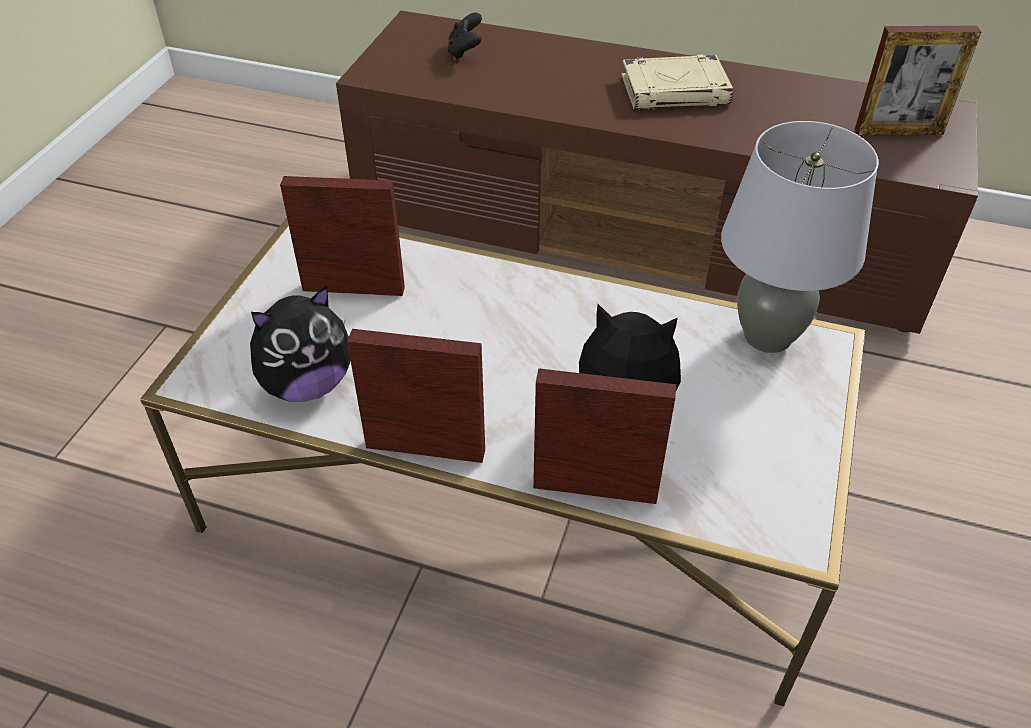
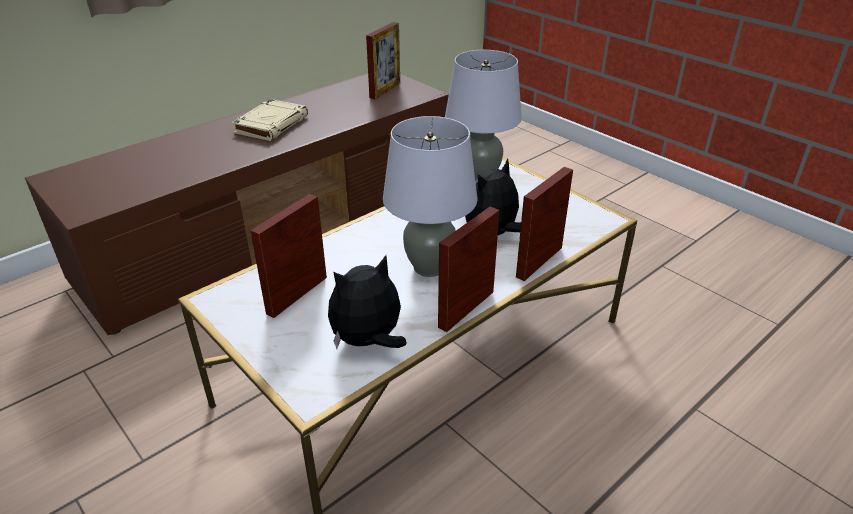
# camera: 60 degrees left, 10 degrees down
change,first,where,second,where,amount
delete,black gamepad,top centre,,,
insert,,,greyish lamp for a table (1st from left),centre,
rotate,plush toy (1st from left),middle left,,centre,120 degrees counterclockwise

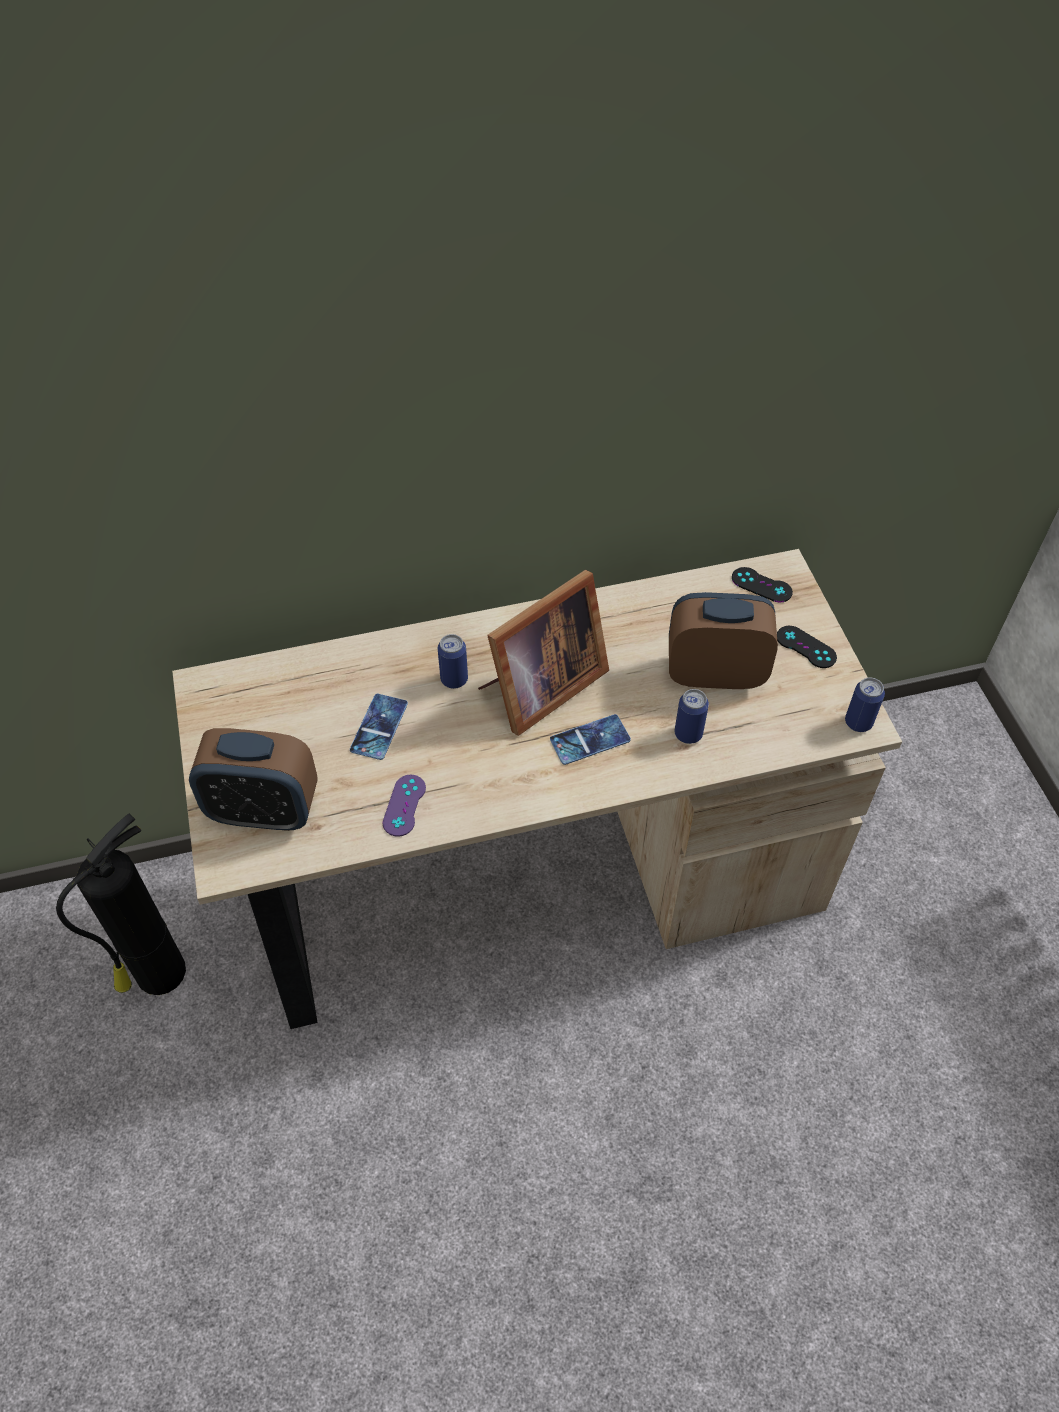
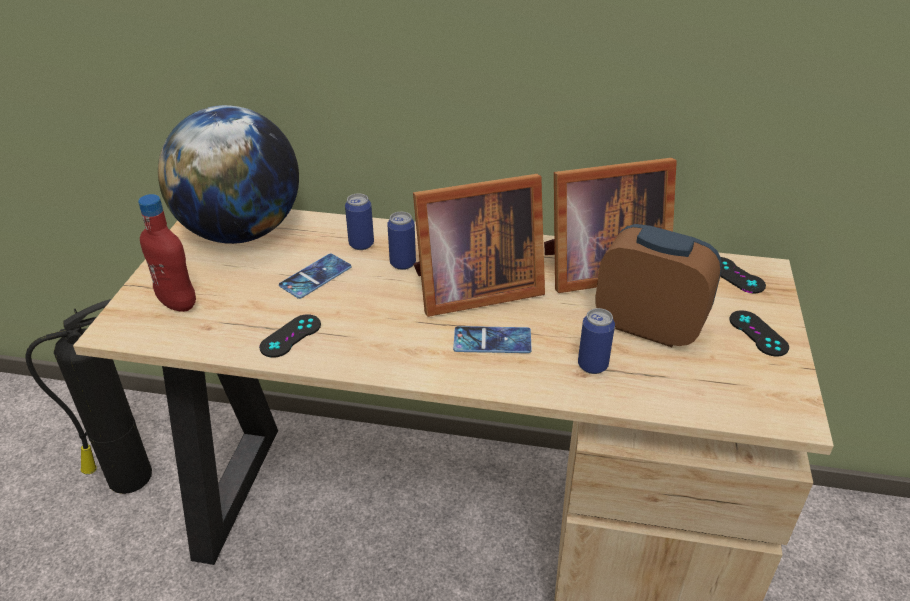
# camera: 25 degrees right, 15 degrees down
change,first,where,second,where,amount
insert,,,desk globe,top left,
insert,,,picture frame (2nd from left),middle right,
move,metal can (3rd from left in the first image),middle right,metal can (1st from left),centre,
replace,table clock (1st from left),middle left,red-coloured drink bottle,middle left,
recolor,purple-coloured gamepad,centre,black gamepad (1st from left),middle left,

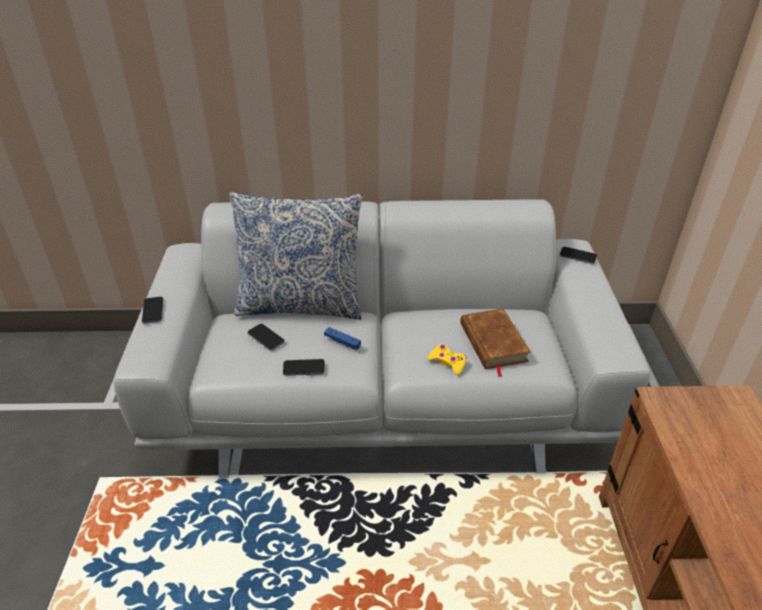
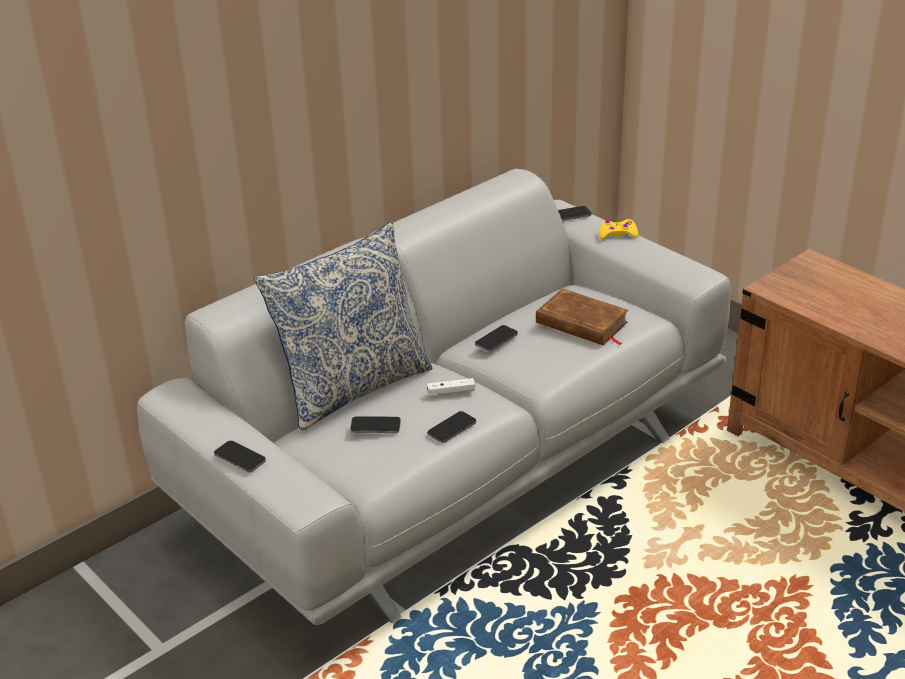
# camera: 40 degrees left, 5 degrees down
change,first,where,second,where,amount
insert,,,phone (4th from left),centre,
move,yellow gamepad,centre,,middle right,
recolor,blue gamepad,centre,white gamepad,centre,

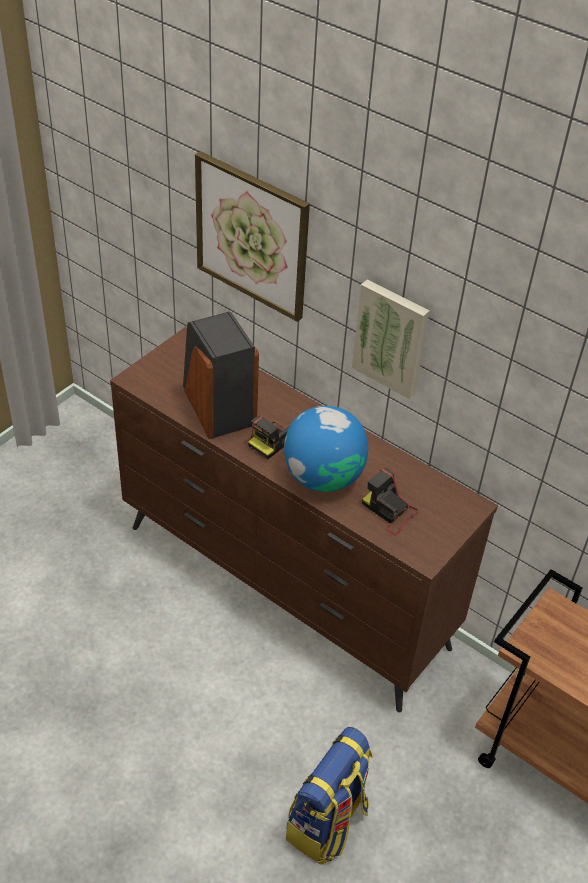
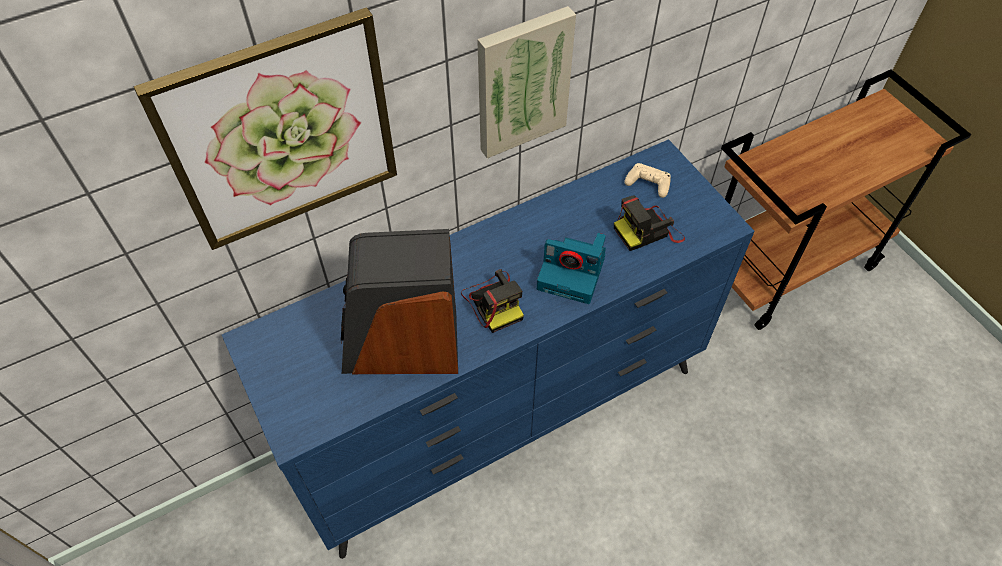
# camera: 65 degrees left, 10 degrees up
change,first,where,second,where,amount
delete,rucksack,bottom centre,,,
insert,,,beige-coloured gamepad,top centre,
replace,desk globe,centre,still camera (2nd from left),centre,
recolor,brown-coloured dresser,centre,blue dresser,centre,

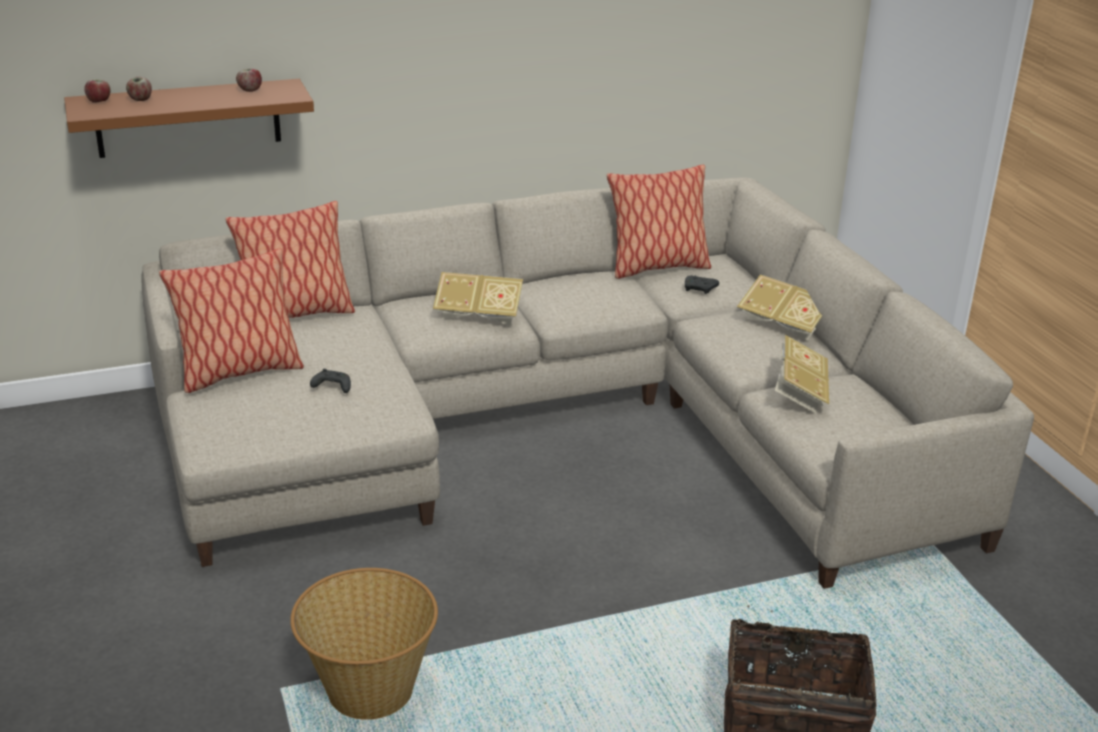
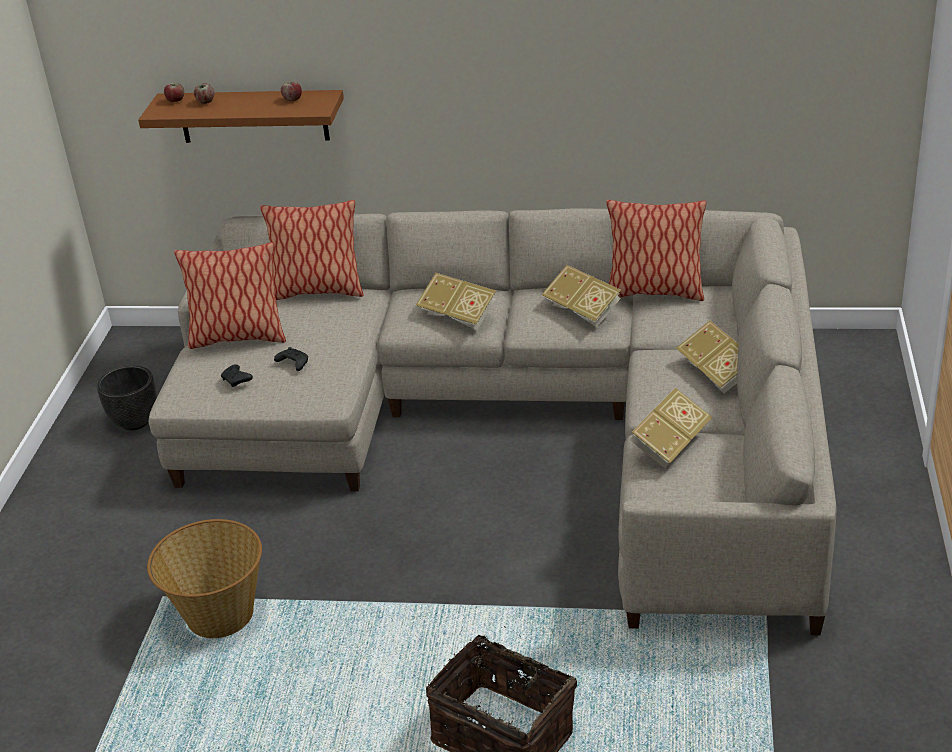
# camera: 30 degrees right, 5 degrees up
change,first,where,second,where,amount
insert,,,black flower pot,middle left,
insert,,,book (2nd from left),centre,
move,black gamepad (2nd from left in the first image),centre,black gamepad (1st from left),middle left,

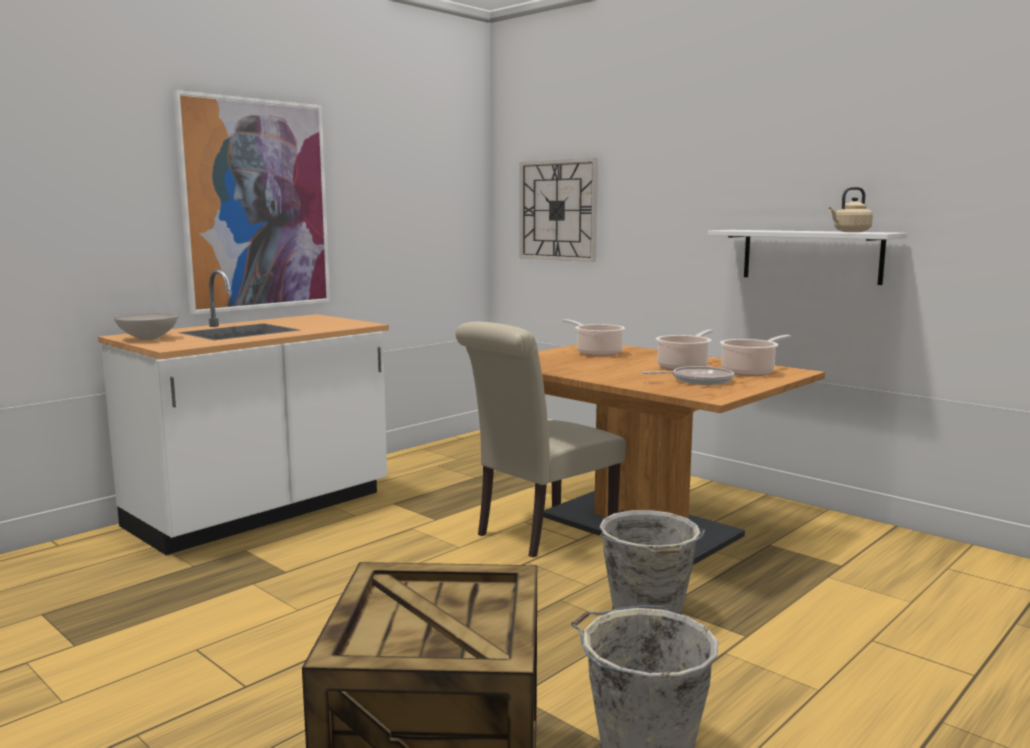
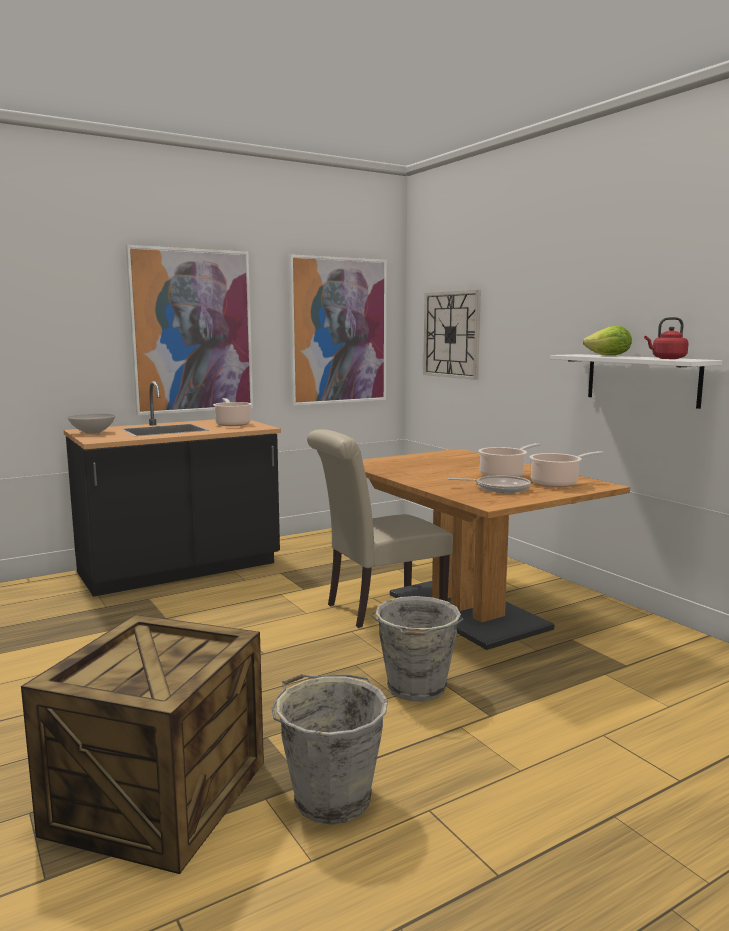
# camera: 15 degrees right, 0 degrees up
change,first,where,second,where,amount
insert,,,picture (2nd from left),centre,
insert,,,lettuce,middle right,
move,saucepot (1st from left),centre,,middle left,
recolor,white counter,middle left,black counter,middle left,
recolor,beige-coloured kettle,top right,red-coloured kettle,middle right,

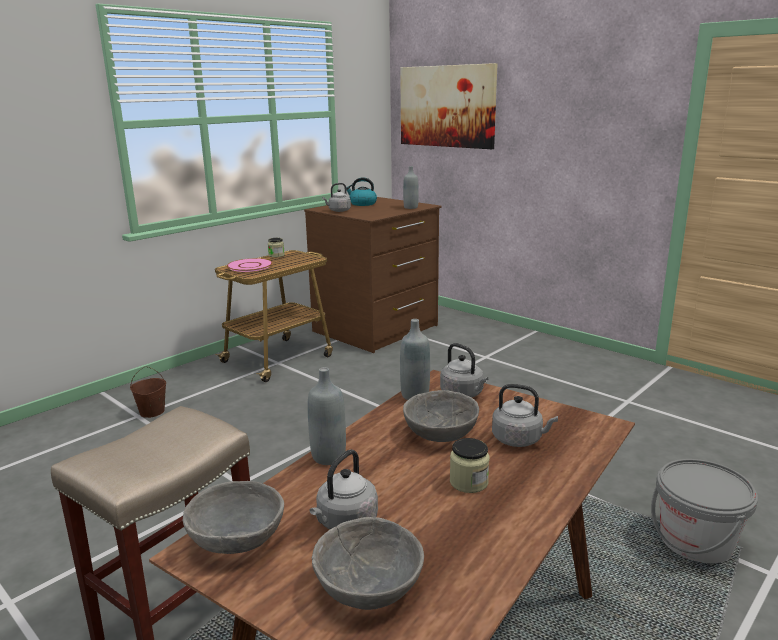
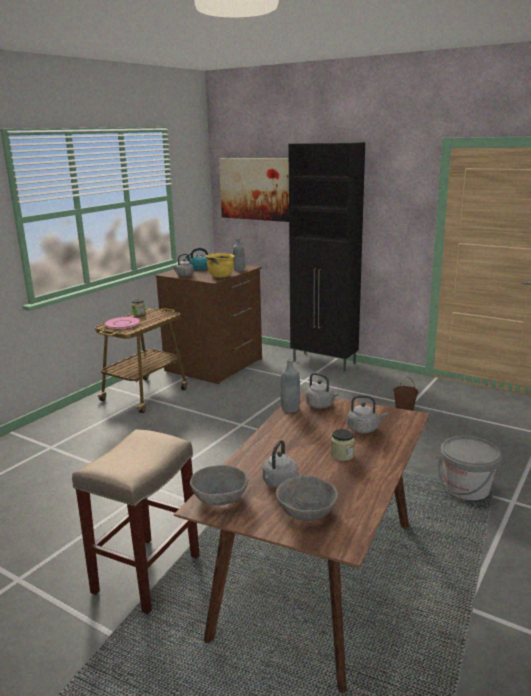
# camera: 10 degrees left, 0 degrees up
change,first,where,second,where,amount
delete,greyish drink bottle (1st from left),centre,,,
delete,greyish deep dish (3rd from left),centre,,,
insert,,,yellow saucepot,centre,
insert,,,black cupboard,centre,
move,brown-coloured pail,middle left,,middle right,

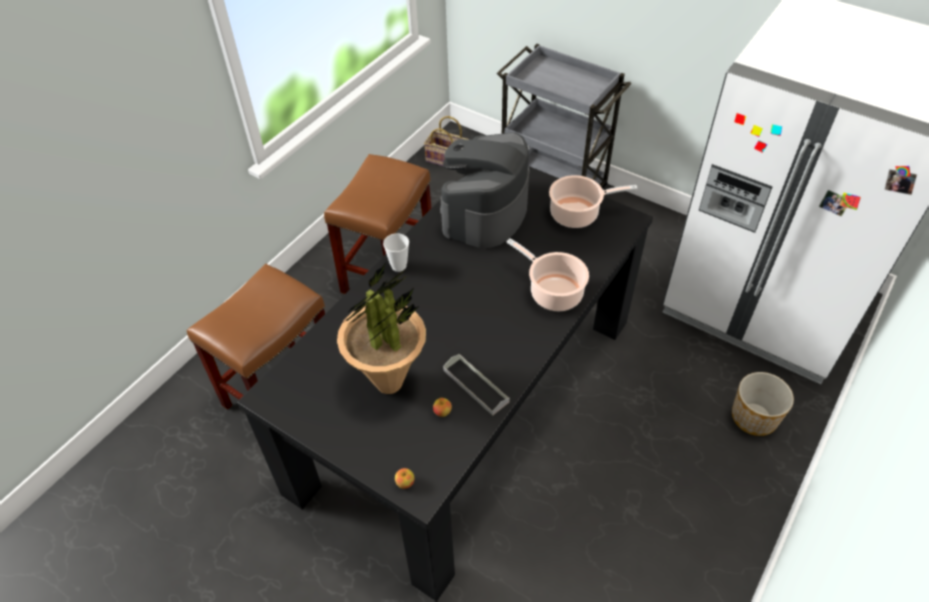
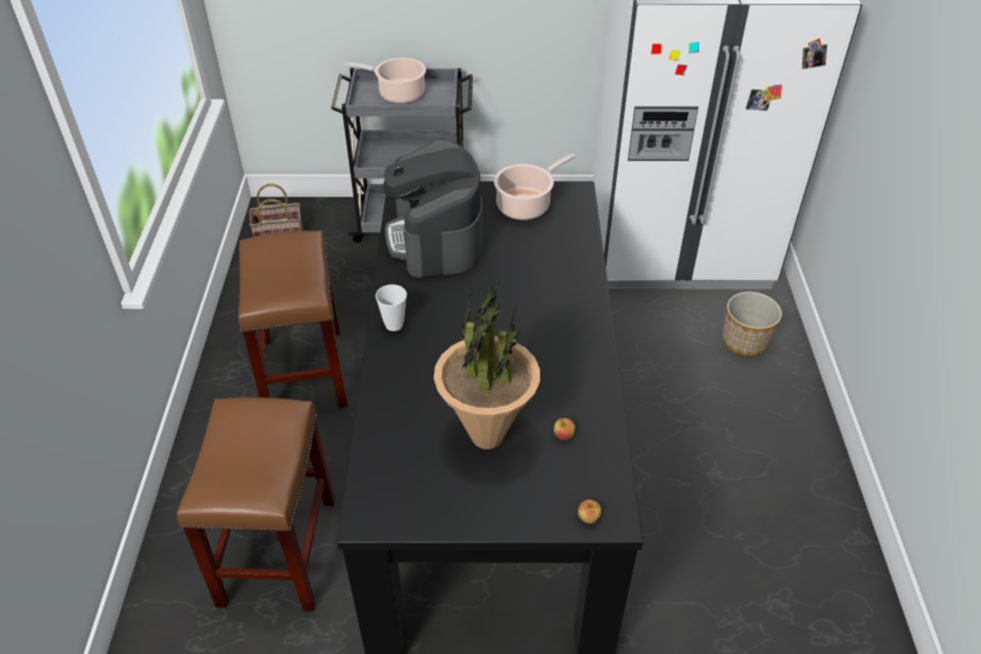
# camera: 35 degrees left, 5 degrees down
change,first,where,second,where,amount
delete,greyish carrying tray,centre,,,
move,saucepot (1st from left),centre,,top centre,

